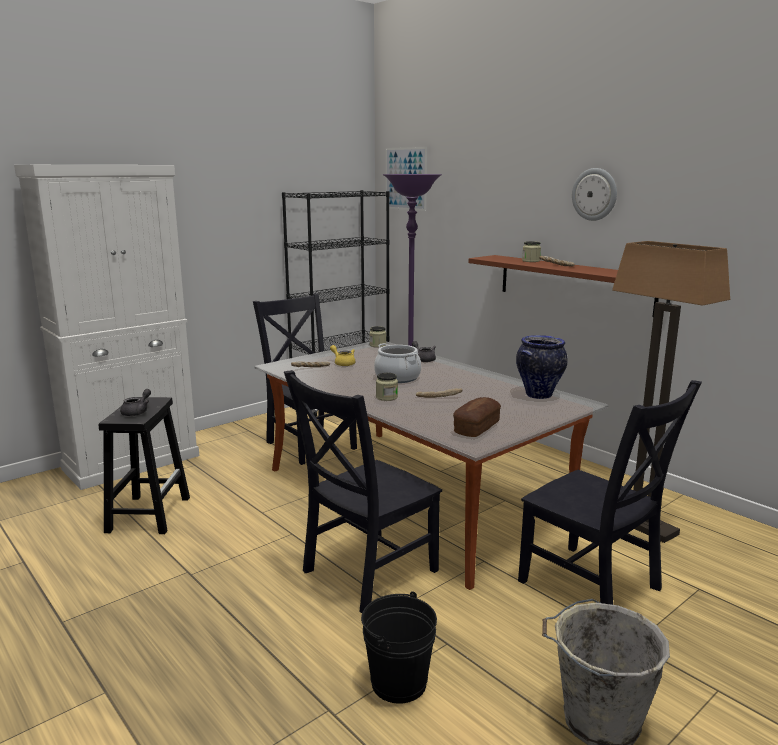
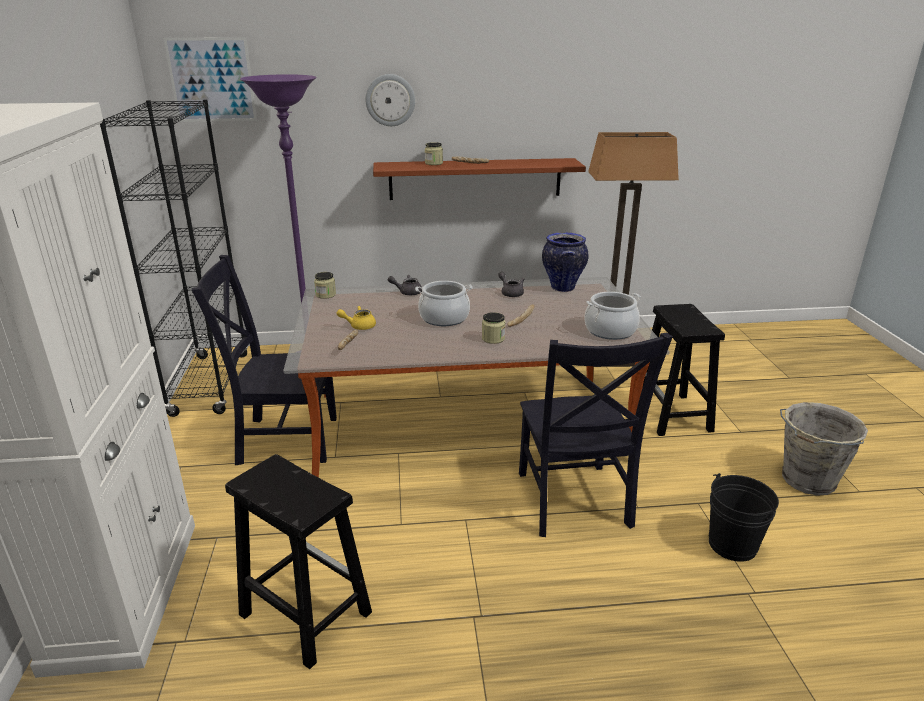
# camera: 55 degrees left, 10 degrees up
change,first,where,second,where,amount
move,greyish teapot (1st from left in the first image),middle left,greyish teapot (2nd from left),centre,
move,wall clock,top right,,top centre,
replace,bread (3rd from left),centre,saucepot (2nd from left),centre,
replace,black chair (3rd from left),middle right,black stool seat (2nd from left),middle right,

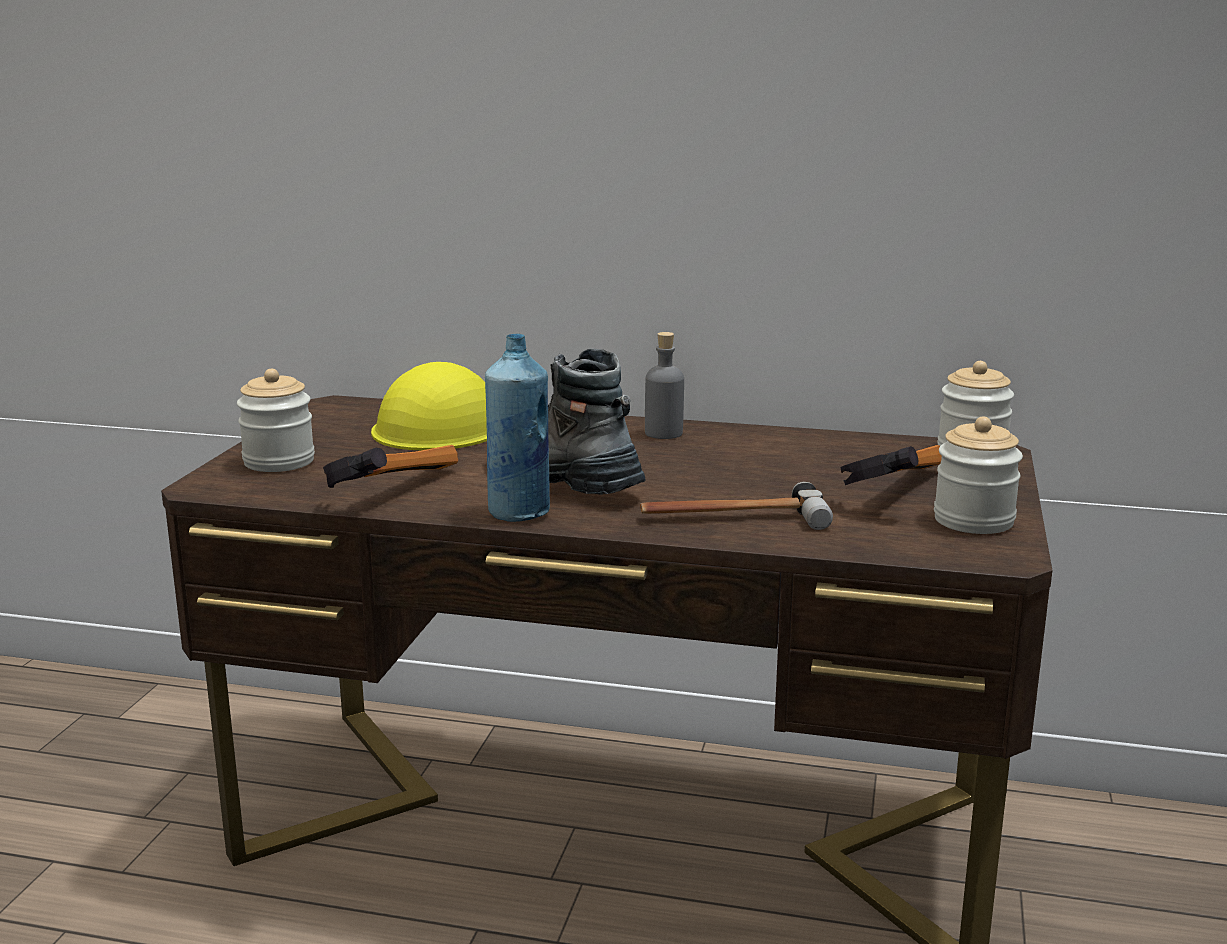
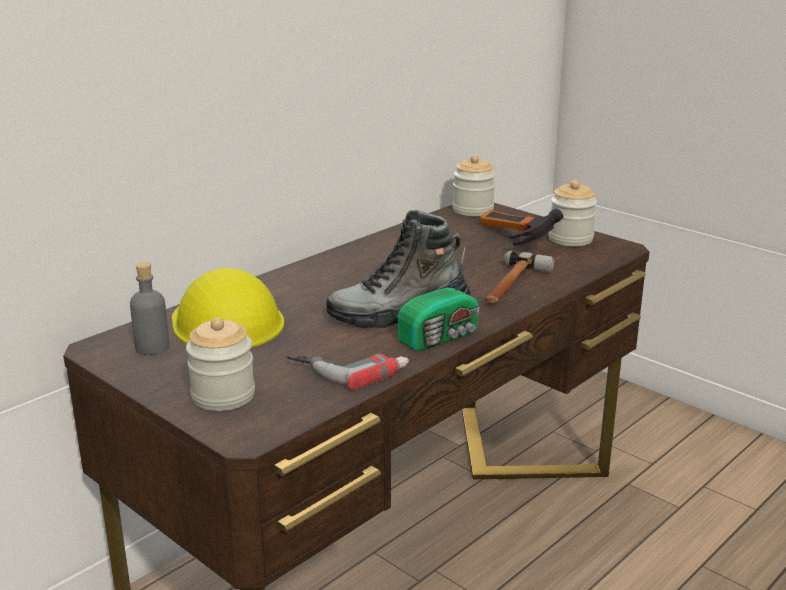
# camera: 60 degrees left, 5 degrees up
change,first,where,second,where,amount
move,greyish drink bottle,centre,,middle left,
replace,hammer (1st from left),middle left,electric drill,centre,
replace,blue drink bottle,centre,radio set,centre,

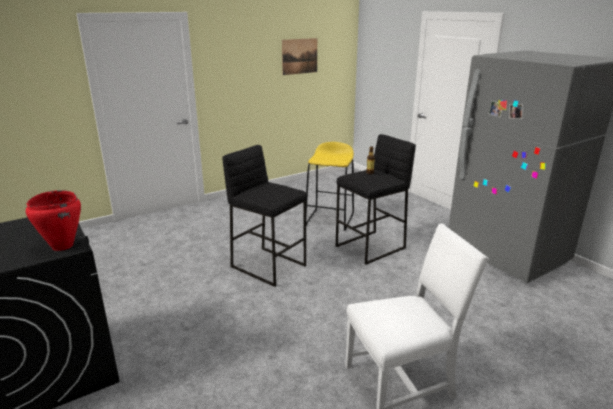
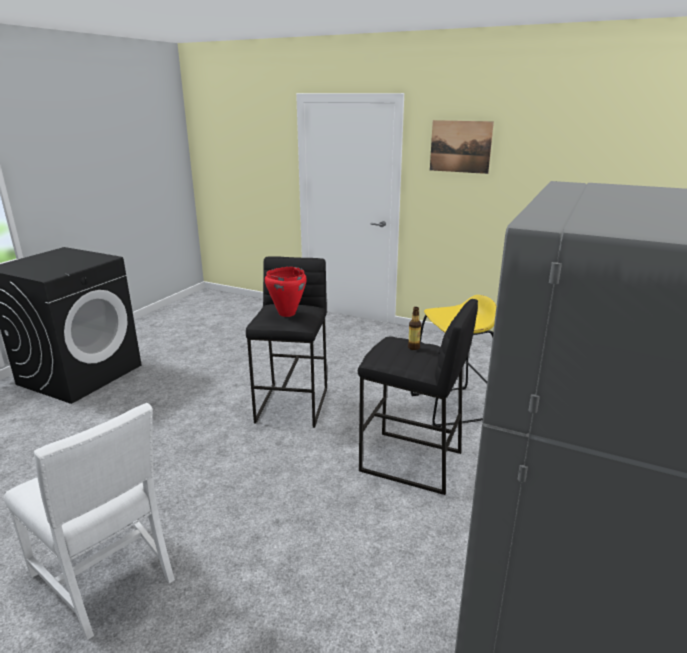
# camera: 60 degrees right, 0 degrees up
change,first,where,second,where,amount
move,red-coloured saucepot,middle left,,centre,
move,picture,top centre,,top right,

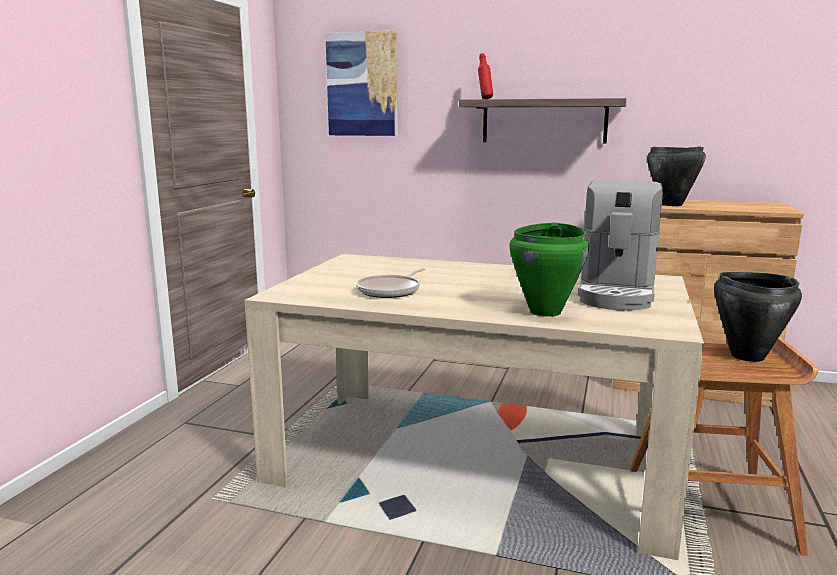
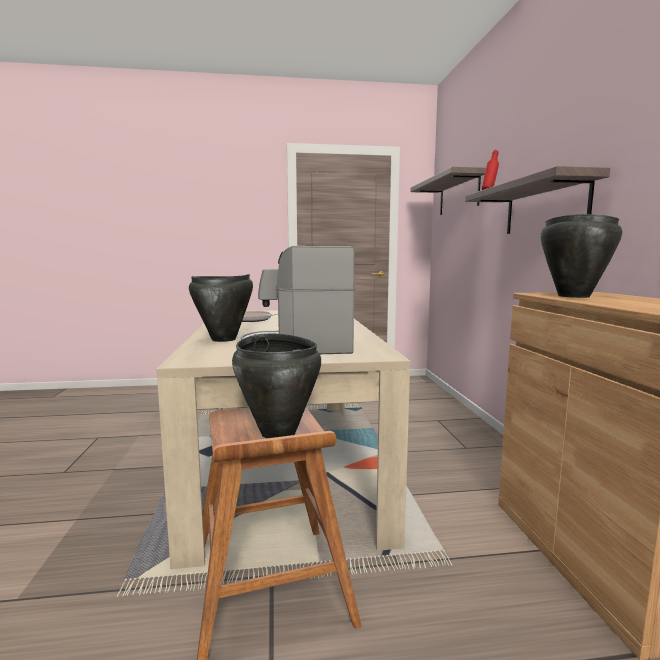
# camera: 65 degrees right, 5 degrees down
change,first,where,second,where,amount
replace,picture,top centre,bracket shelf (1st from left),top right,
recolor,green saucepot,centre,black saucepot (1st from left),centre,

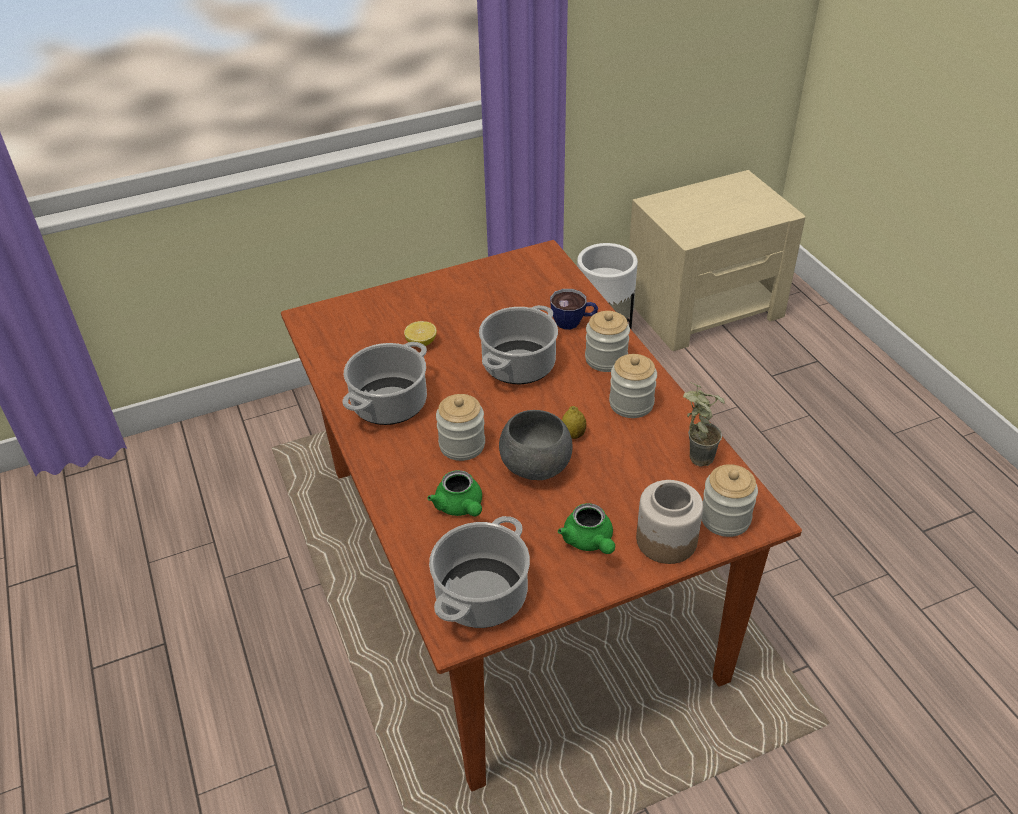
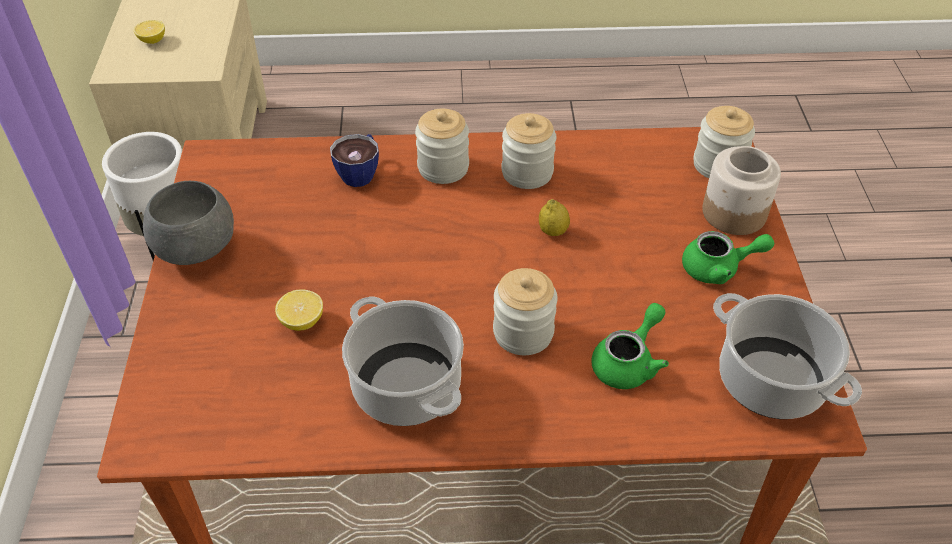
# camera: 70 degrees left, 5 degrees up
change,first,where,second,where,amount
delete,saucepot (3rd from left),centre,,,
delete,potted plant,middle right,,,
insert,,,lemon (1st from left),top left,
move,greyish deep dish,centre,,middle left,
rotate,green teapot (1st from left),centre,,centre,45 degrees counterclockwise

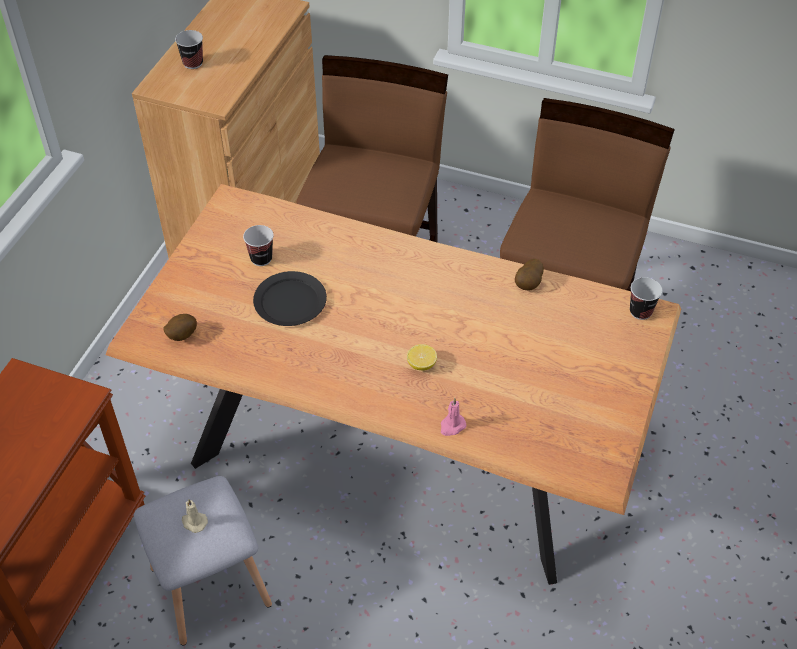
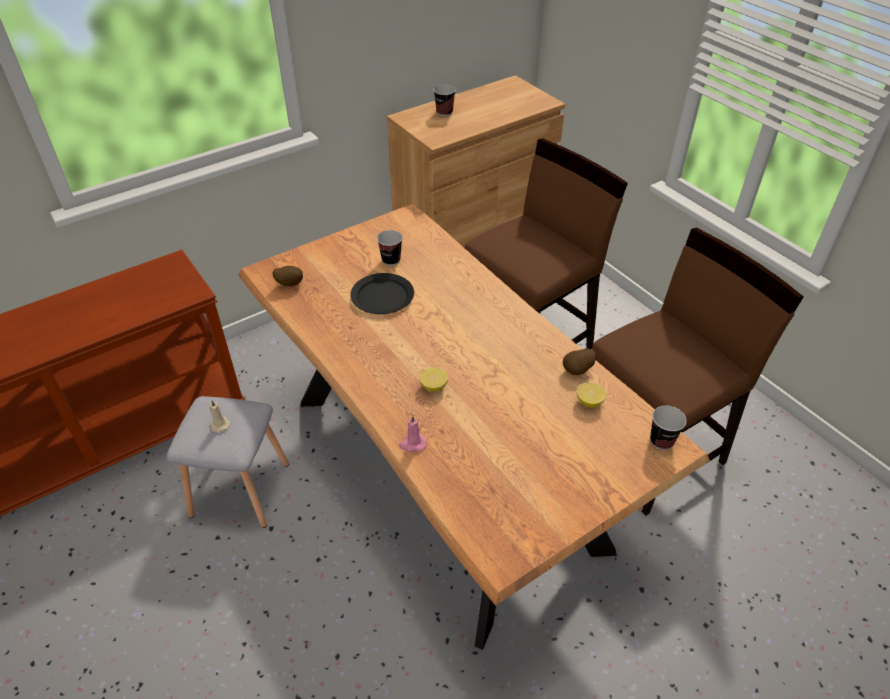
# camera: 35 degrees right, 5 degrees down
change,first,where,second,where,amount
insert,,,lemon (2nd from left),centre,

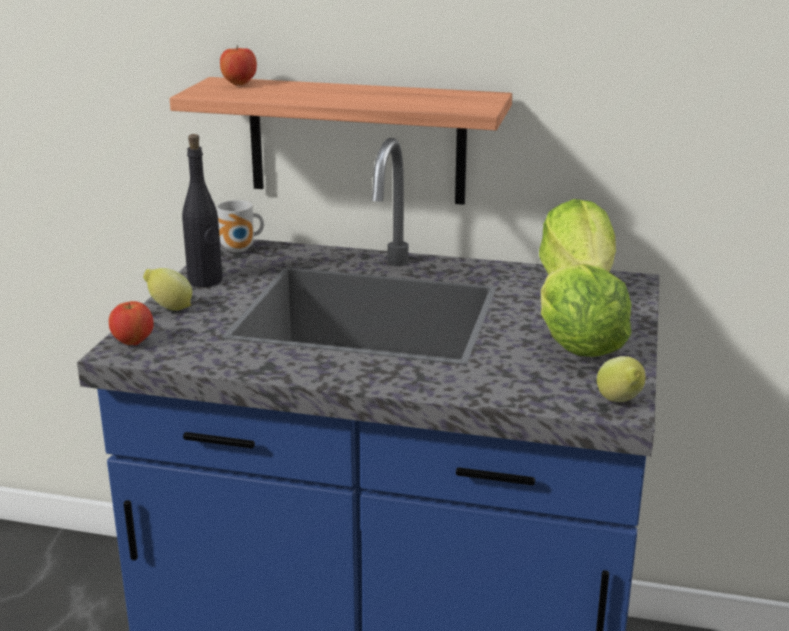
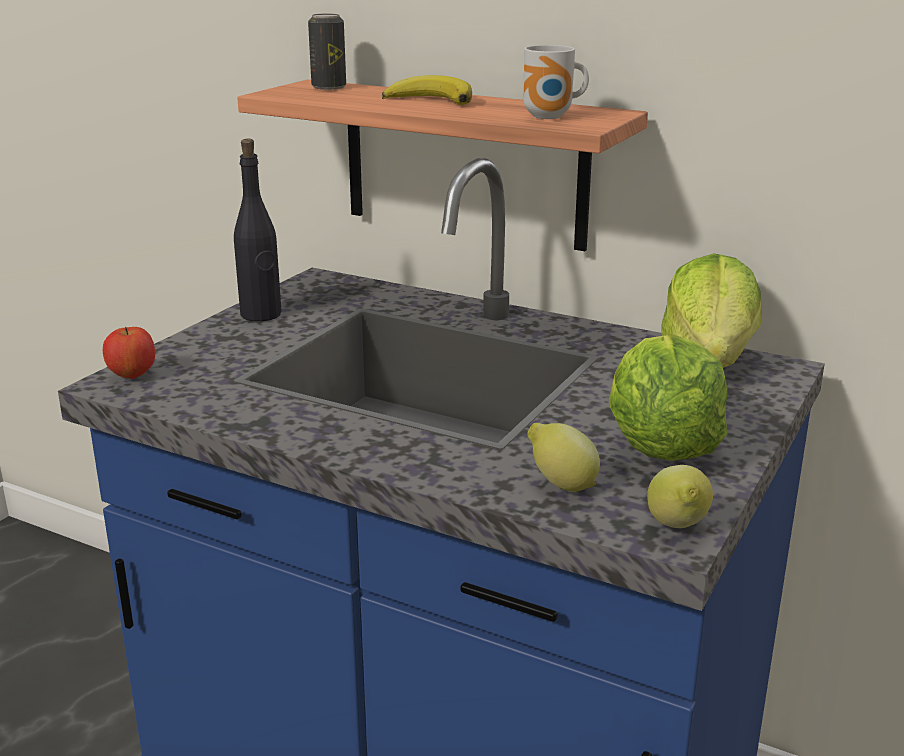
# camera: 15 degrees right, 0 degrees up
change,first,where,second,where,amount
insert,,,whole banana,top centre,
move,lemon (1st from left),middle left,,centre,
move,mug,middle left,,top centre,
replace,apple (2nd from left),top left,metal can,top centre,

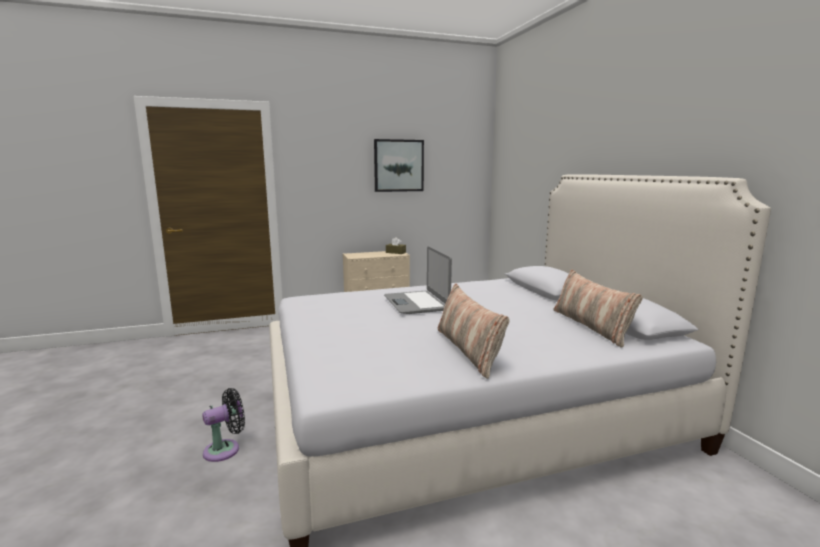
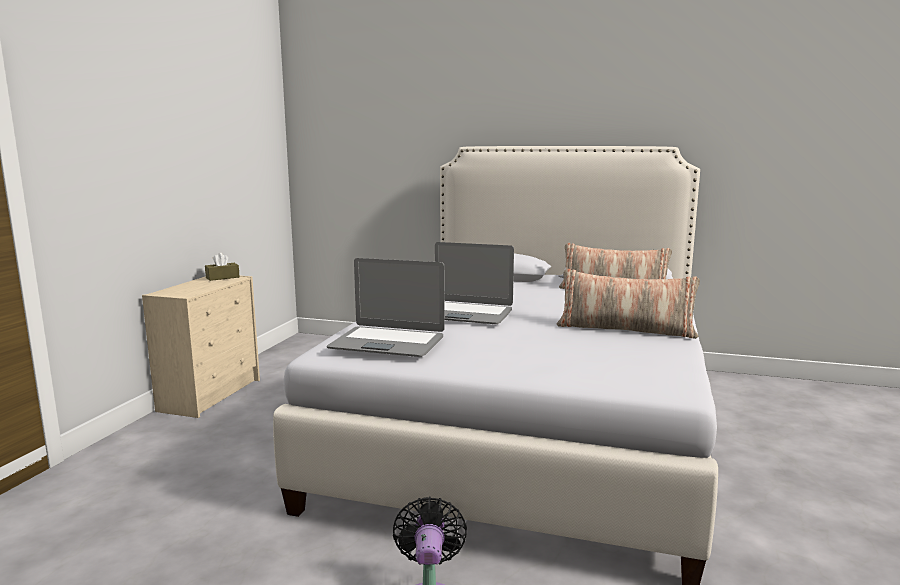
# camera: 55 degrees left, 0 degrees up
change,first,where,second,where,amount
delete,picture,top centre,,,
insert,,,notebook computer (1st from left),centre,

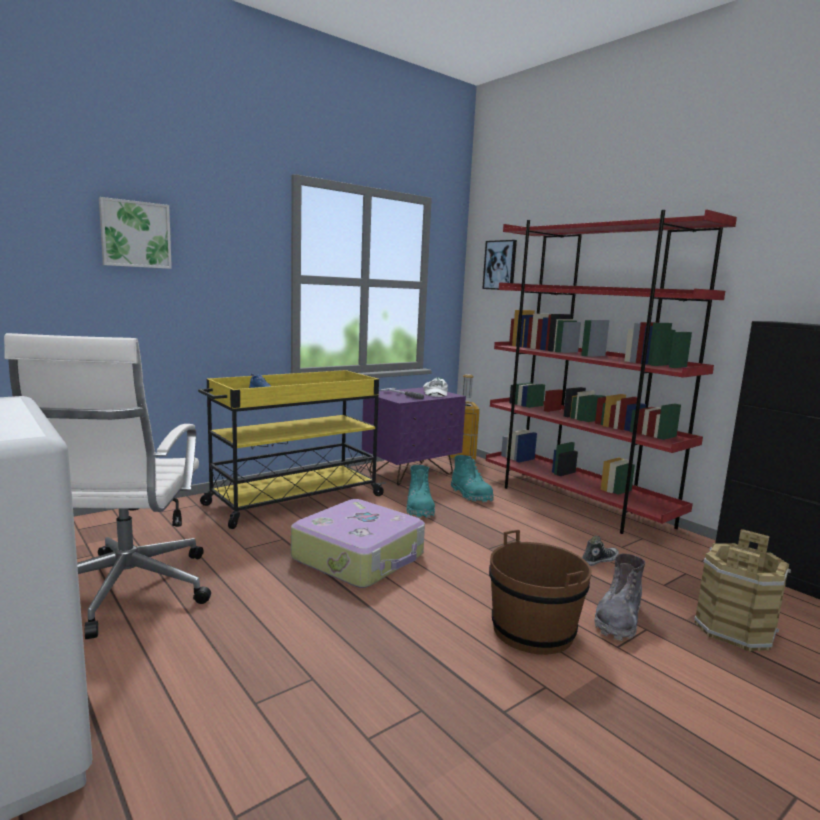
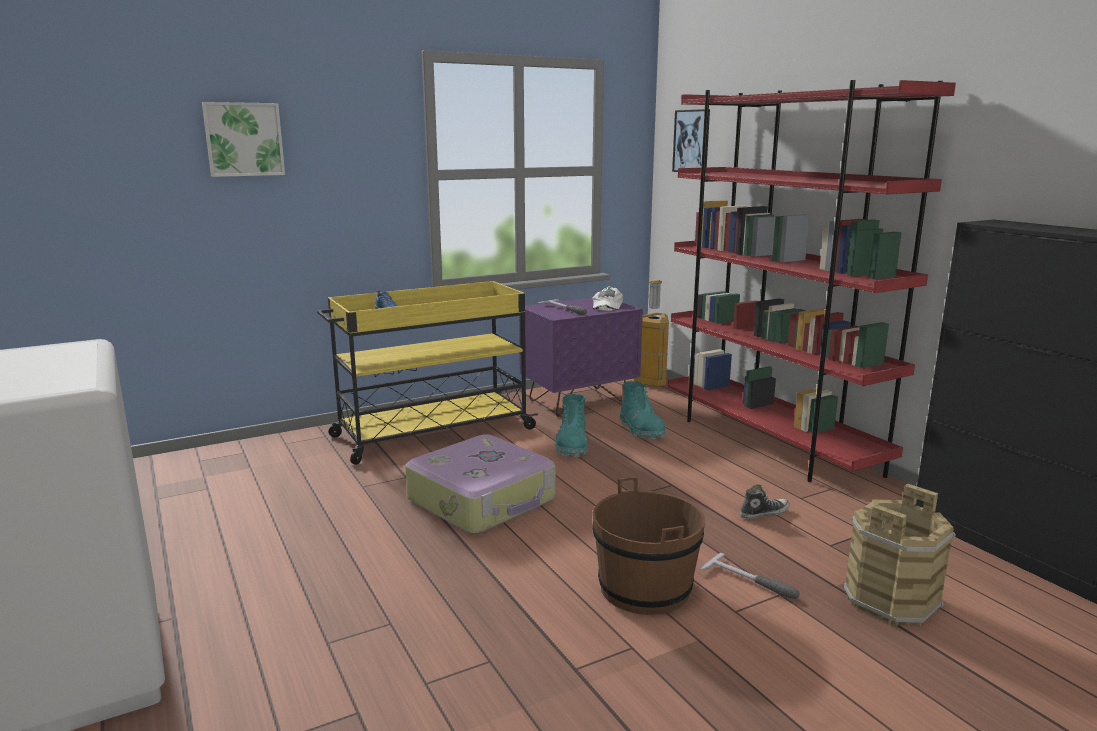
# camera: 10 degrees right, 5 degrees up
change,first,where,second,where,amount
delete,white desk chair,middle left,,,
replace,greyish tall boot,bottom right,hammer (2nd from left),bottom right,

